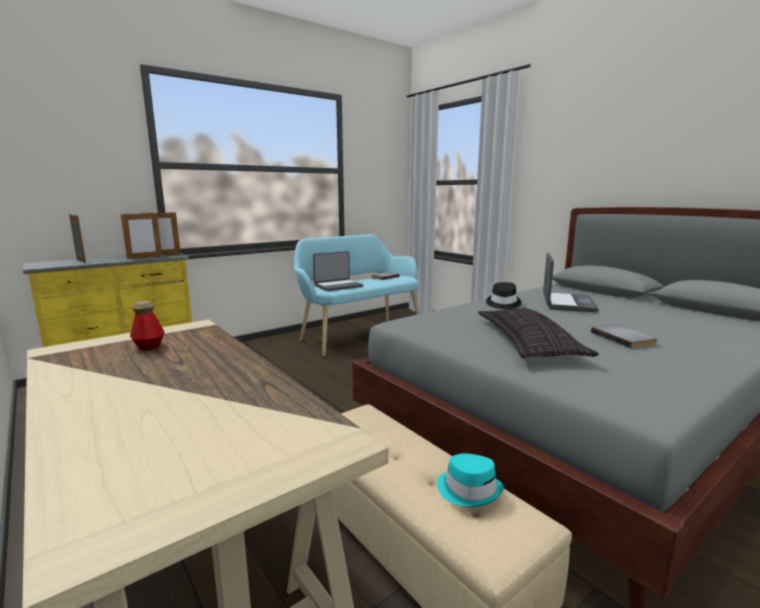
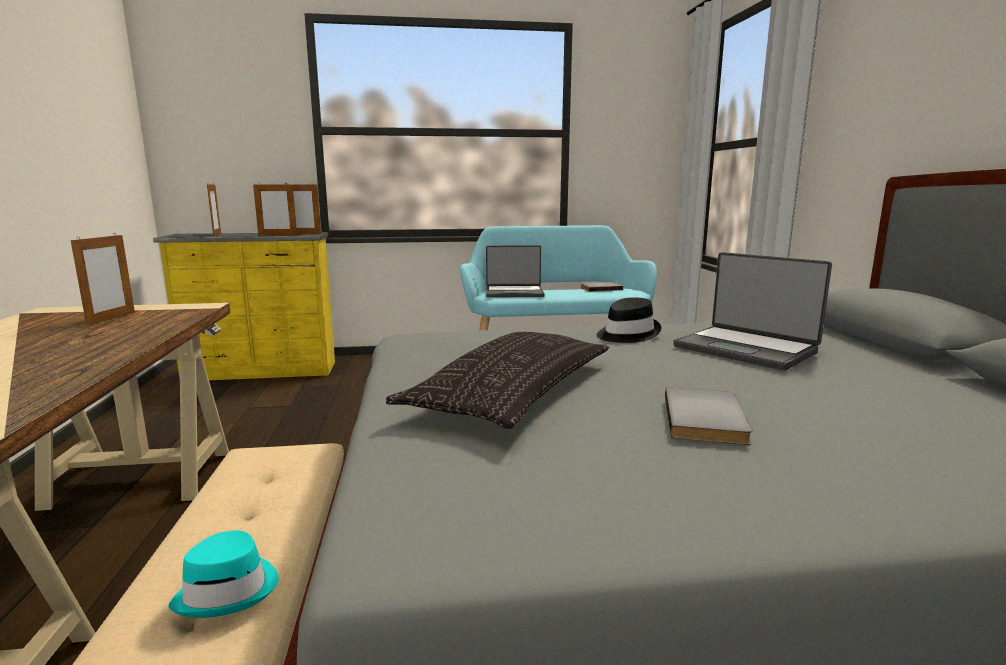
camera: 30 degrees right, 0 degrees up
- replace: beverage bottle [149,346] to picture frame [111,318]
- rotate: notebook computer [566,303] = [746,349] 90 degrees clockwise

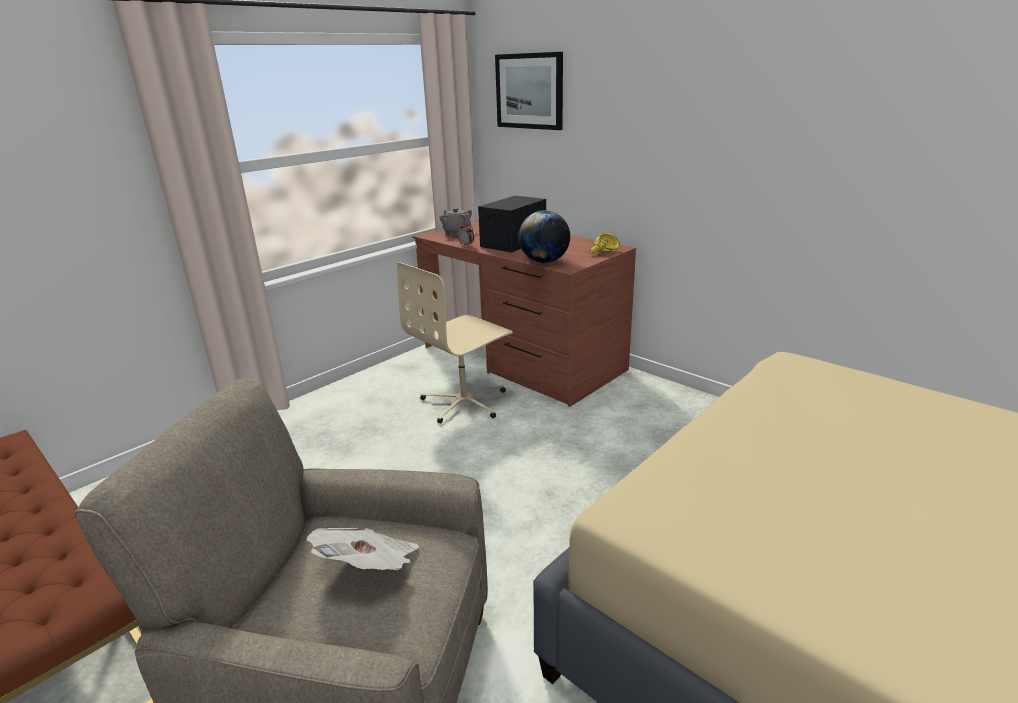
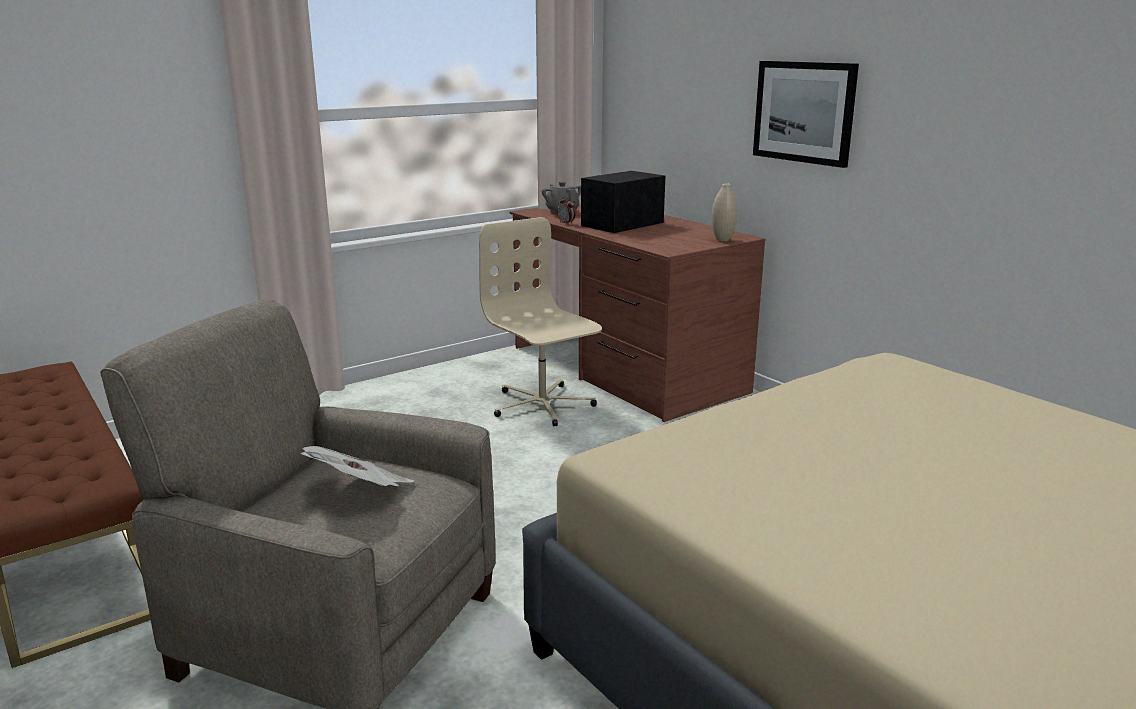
camera: 10 degrees right, 5 degrees down
- rotate: computer chair (beige-coloured) [465,402] = [541,405] 90 degrees clockwise
- move: wall art [529,91] to [804,112]
- delete: world globe [544,262]
- replace: bowl (yellowish) [604,252] to decorative vase (beige-coloured) [722,240]

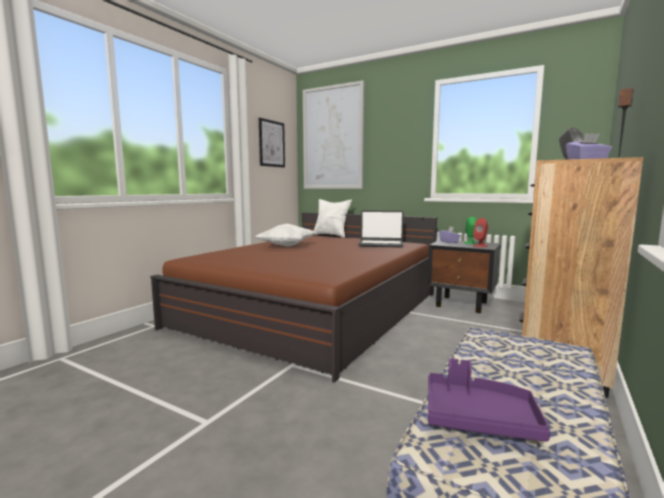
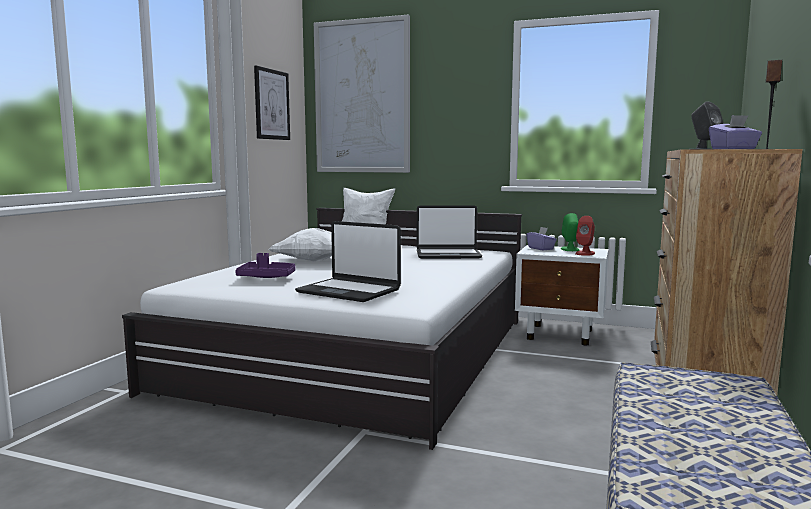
camera: 10 degrees left, 0 degrees up
- recolor: bed (brownish) [315,309] to bed (whitish) [360,352]
- recolor: night table (blackish) [462,304] to night table (whitish) [561,334]
- move: carrying tray (purple-coloured) [478,418] to [267,277]
- insert: notebook computer [349,291]

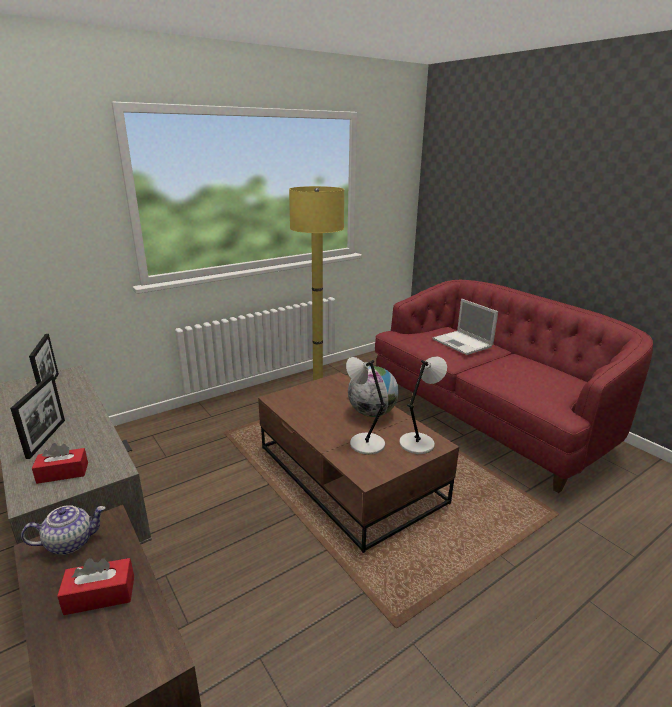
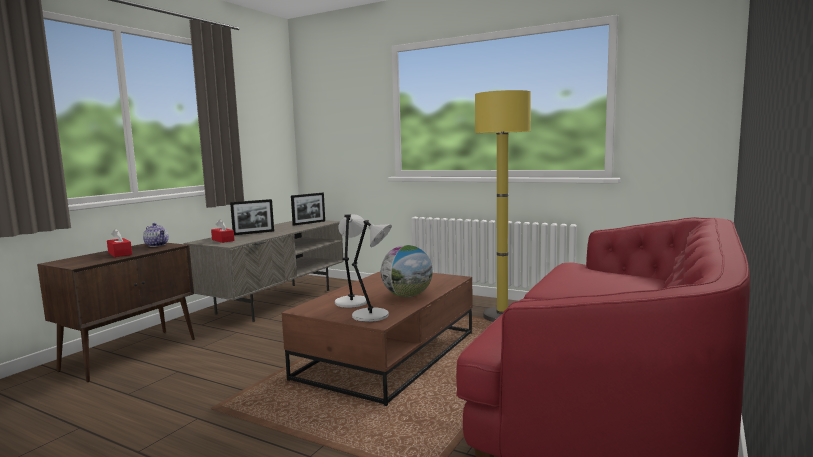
camera: 65 degrees right, 15 degrees down
- delete: notebook computer [463,343]

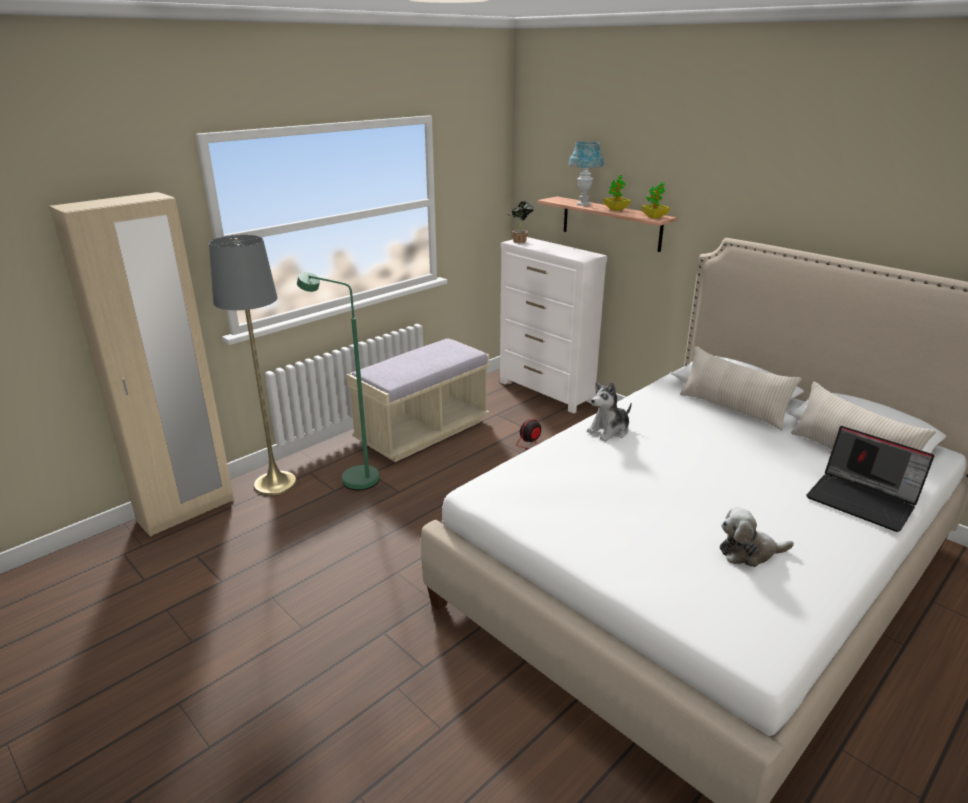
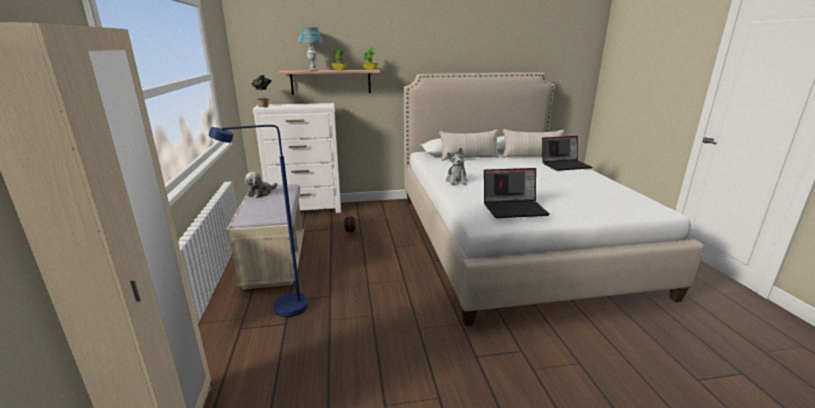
camera: 55 degrees left, 5 degrees down
- delete: standing lamp (gray) [275,483]
- recolor: standing lamp (green) [352,477] to standing lamp (blue-coloured) [281,309]
- move: soft toy [749,552] to [261,193]
- insert: notebook computer [514,208]

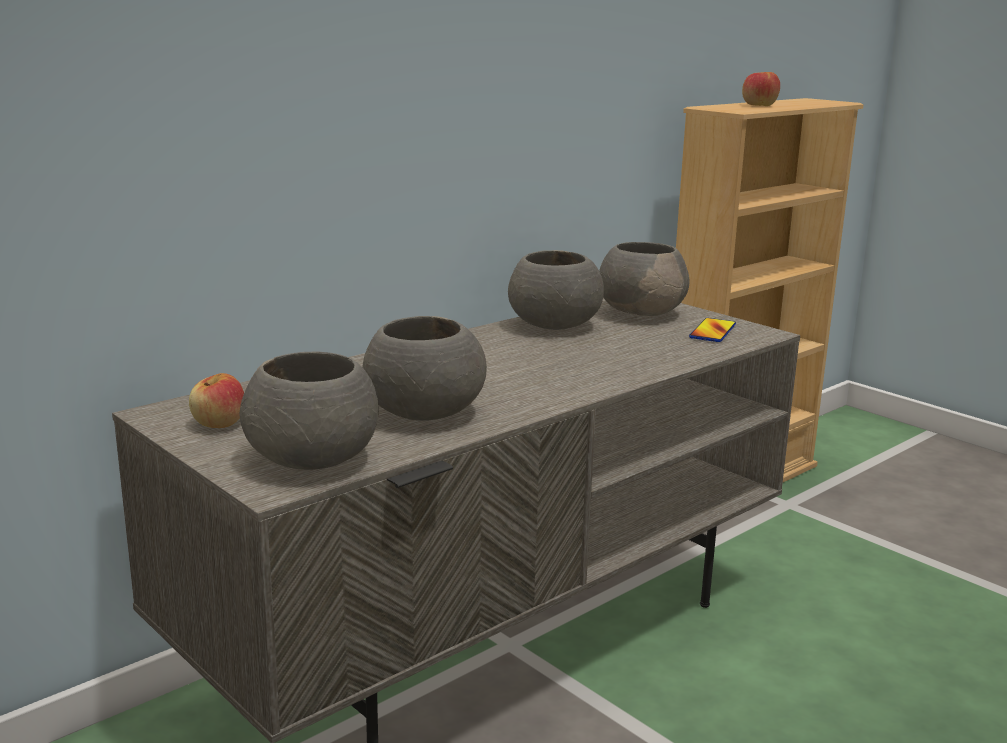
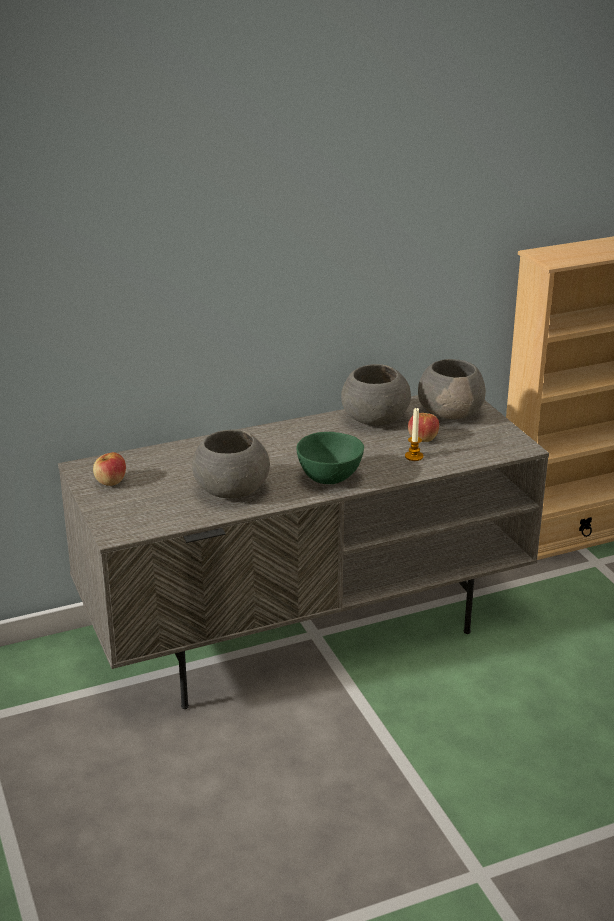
camera: 20 degrees right, 10 degrees up
- delete: bowl (gray) [313,460]
- delete: handset [712,331]
- move: apple fruit [759,105] to [422,438]
- insert: bowl (green) [330,478]
- insert: wax candle [414,456]

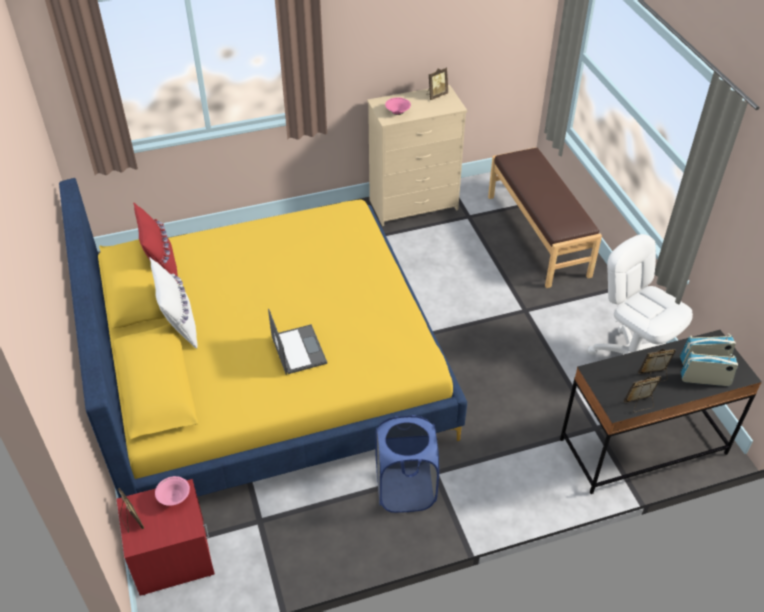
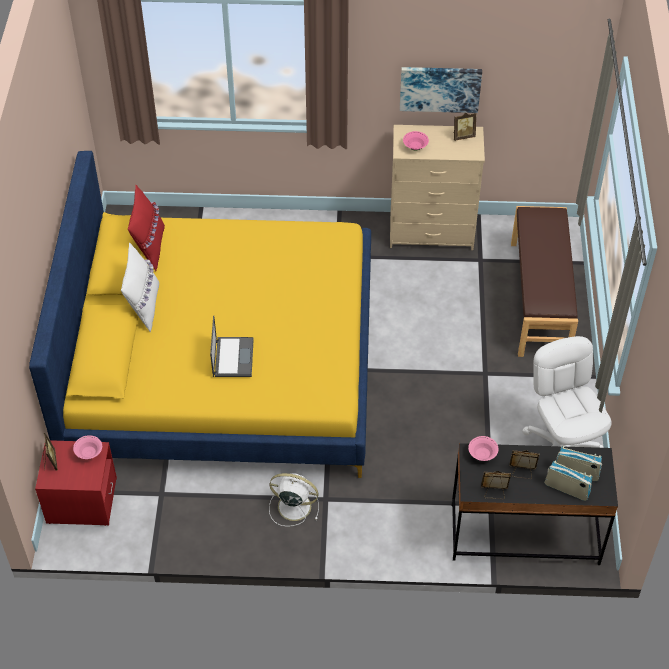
camera: 20 degrees right, 5 degrees up
- replace: washing basket (blue-coloured) [405,490] to fan (whitish) [292,506]
- insert: wall art [440,88]
- insert: bowl (pinkish) [482,454]

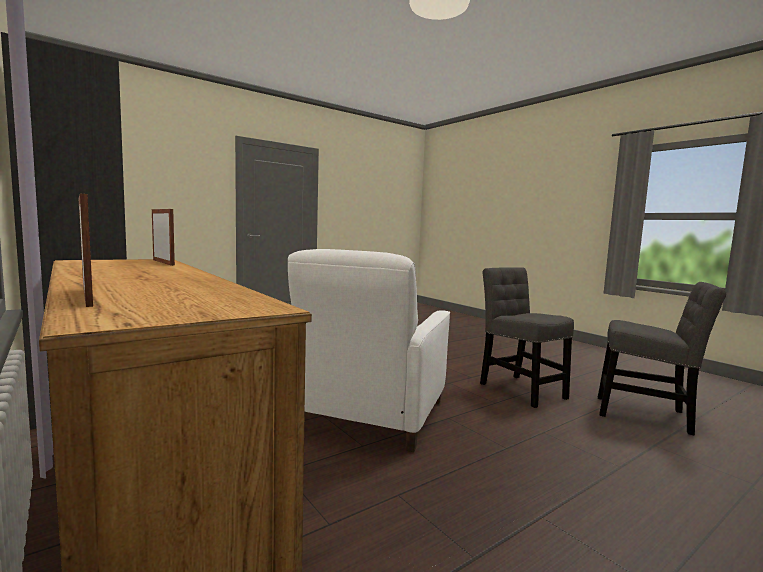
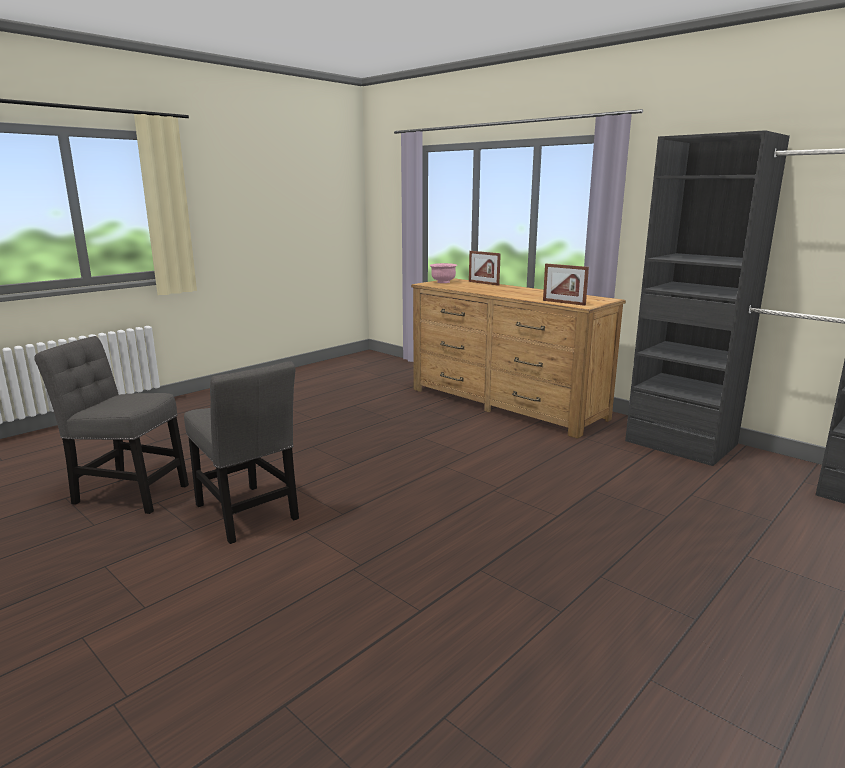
camera: 170 degrees right, 10 degrees up
- delete: lounge chair (whitish) [369,414]
- insert: bowl (pinkish) [443,282]

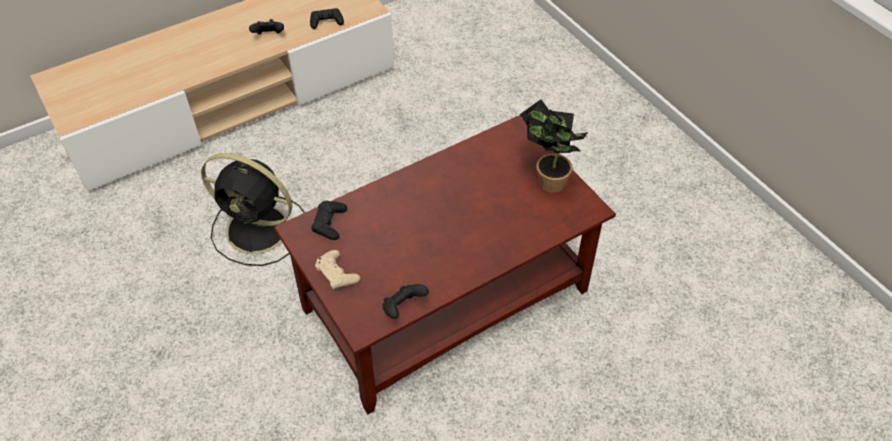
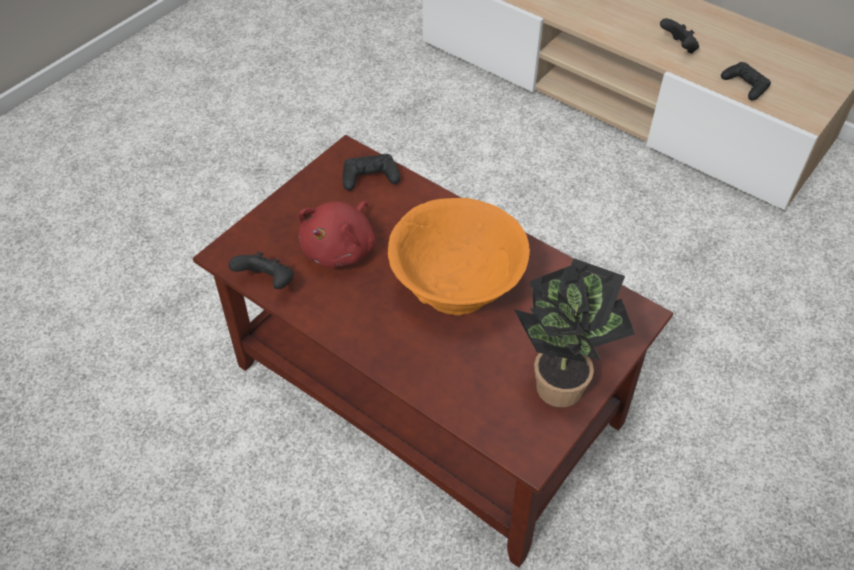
camera: 70 degrees right, 0 degrees up
- delete: fan (blackish) [260,230]
- delete: game controller (beige-coloured) [337,274]
- insert: soft toy (red-coloured) [341,248]
- insert: bowl (orange) [456,287]

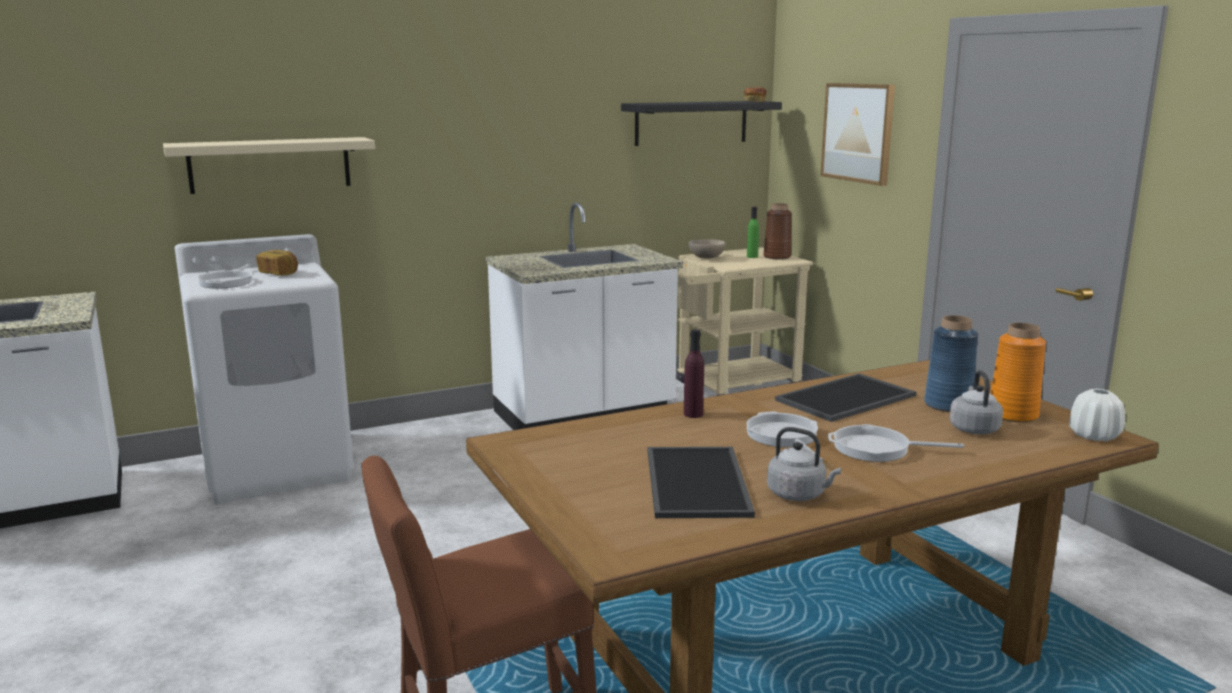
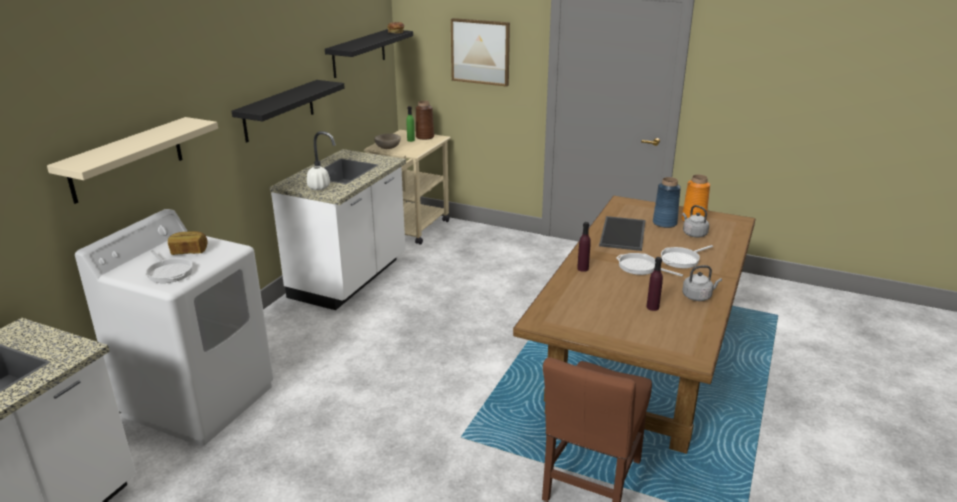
camera: 40 degrees left, 10 degrees up
- replace: carrying tray [694,481] to beverage bottle (purple-coloured) [652,307]
- move: decorative vase (whitish) [1094,436] to [319,188]
- insert: wall shelf (blackish) [279,110]

